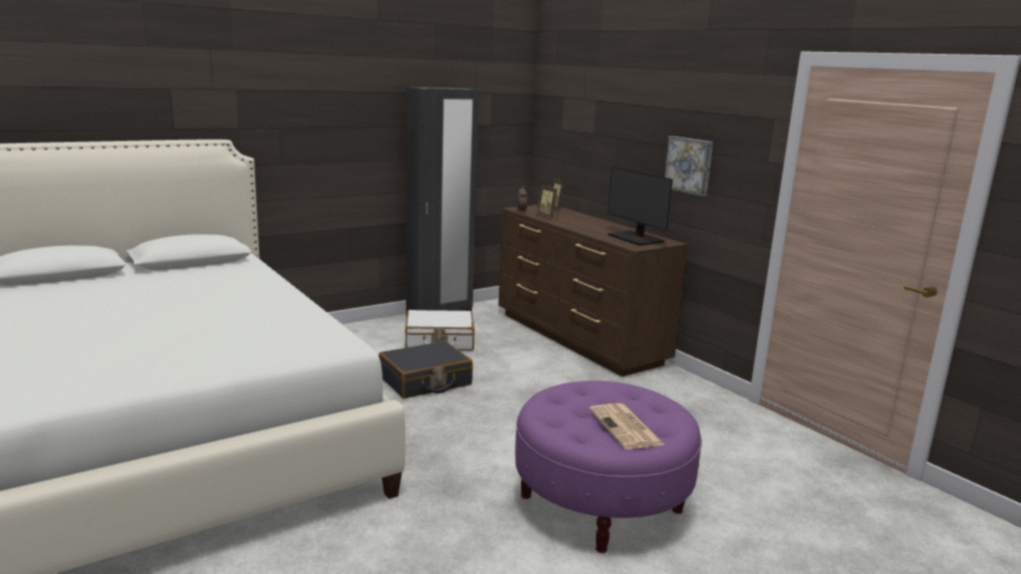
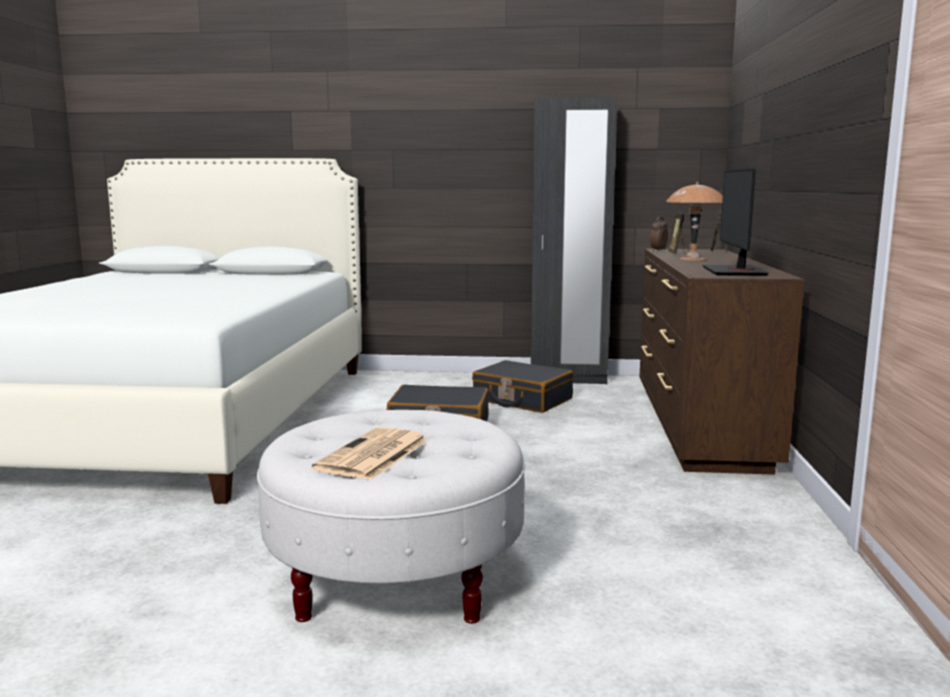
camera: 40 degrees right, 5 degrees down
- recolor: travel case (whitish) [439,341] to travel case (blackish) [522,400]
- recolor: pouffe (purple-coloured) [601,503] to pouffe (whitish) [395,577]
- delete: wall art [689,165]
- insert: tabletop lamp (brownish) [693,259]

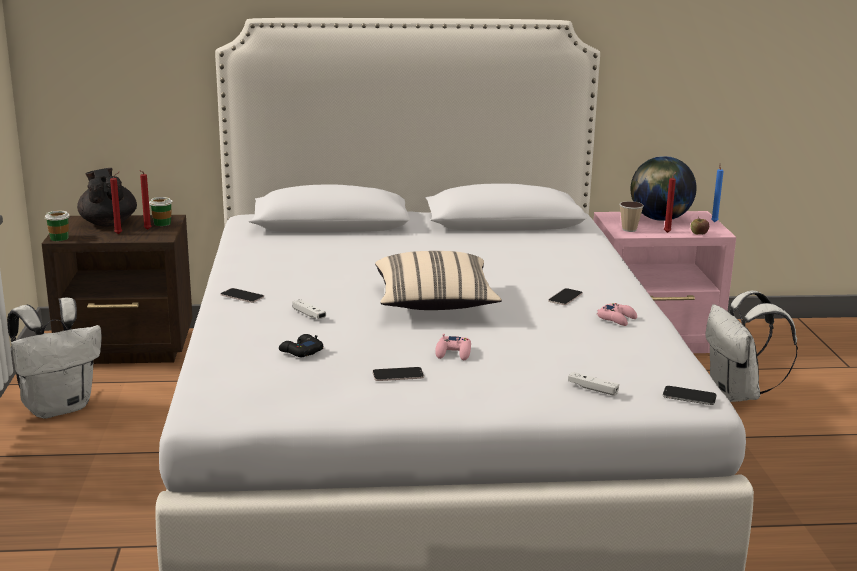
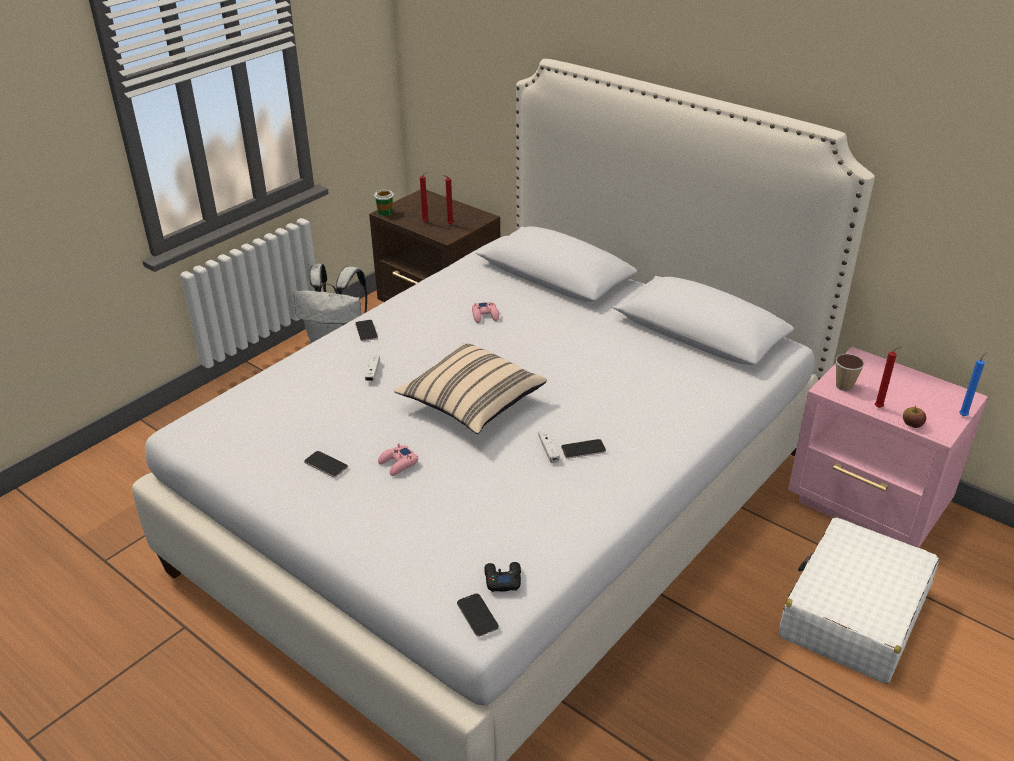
camera: 45 degrees right, 15 degrees up
- delete: pot for tea (blackish) [108,223]
- delete: cup [162,223]
- move: game controller (blackish) [301,351] to [502,579]
- move: game controller (whitish) [592,389] to [548,450]
- move: game controller (pinkish) [617,319] to [485,315]
- delete: world globe [659,219]
- replace: rucksack (whitish) [737,395] to travel case (whitish) [853,614]

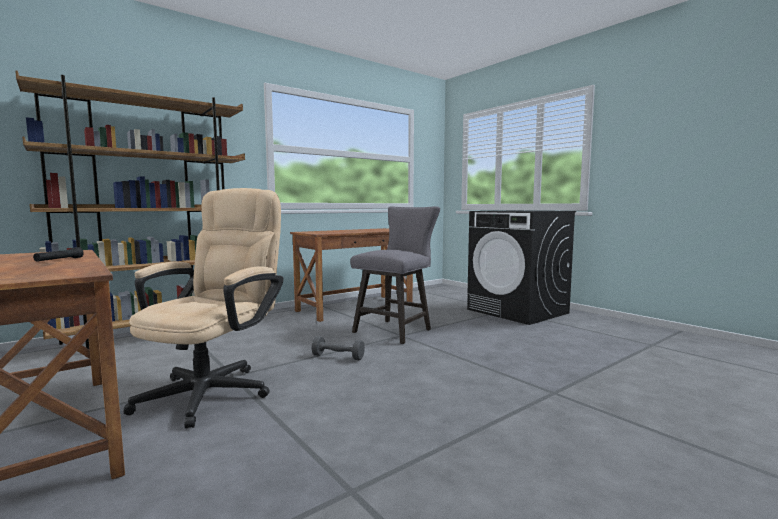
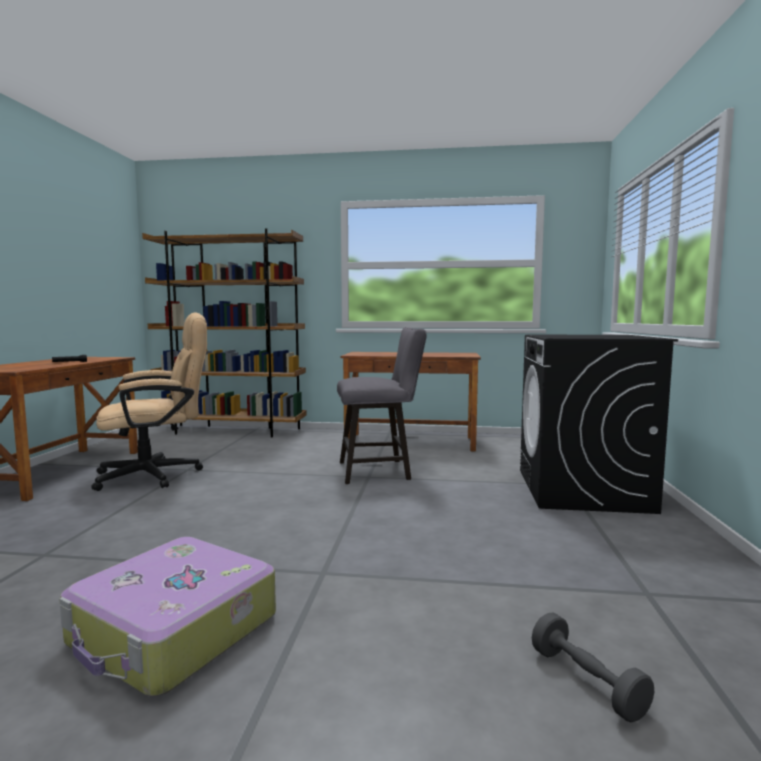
camera: 45 degrees right, 0 degrees up
- move: hand weight (gray) [338,357] to [587,682]
- insert: travel case [174,631]

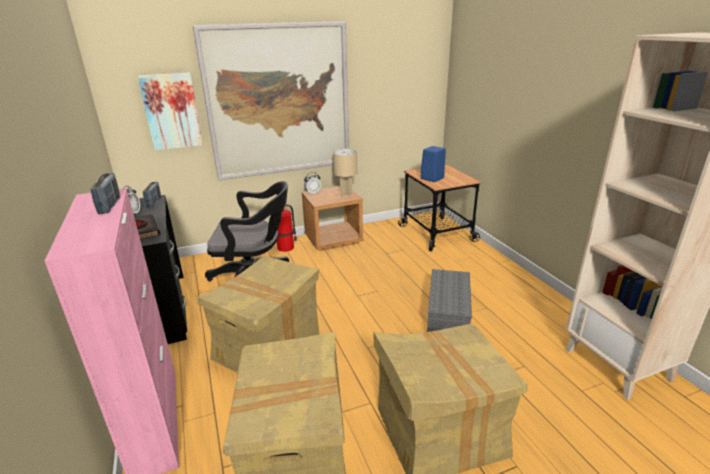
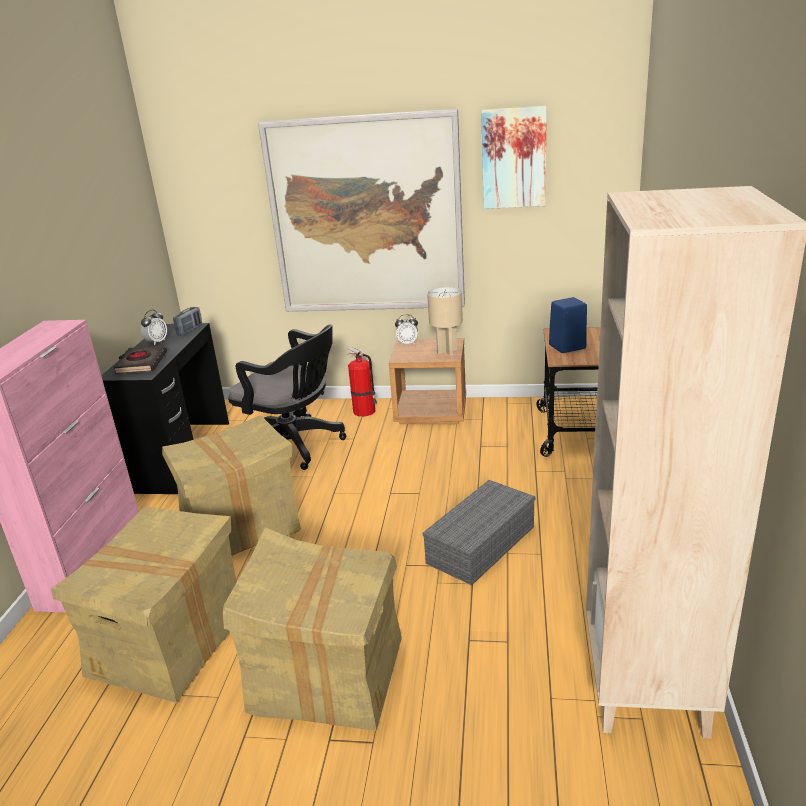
camera: 30 degrees right, 0 degrees up
- delete: radio set [110,206]
- move: wall art [171,111] to [513,158]

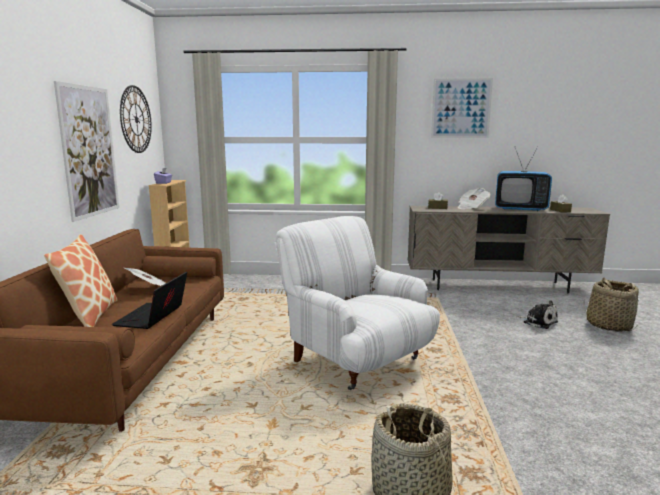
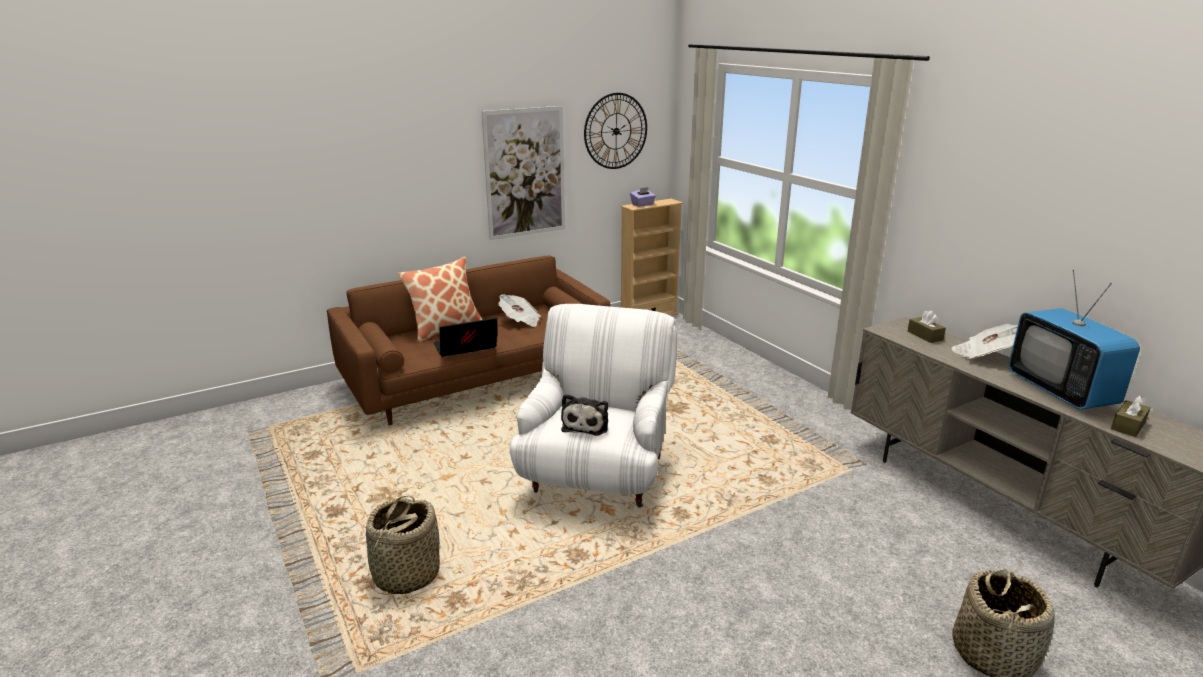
camera: 55 degrees right, 10 degrees up
- delete: wall art [461,108]
- move: soft toy [538,322] to [586,424]

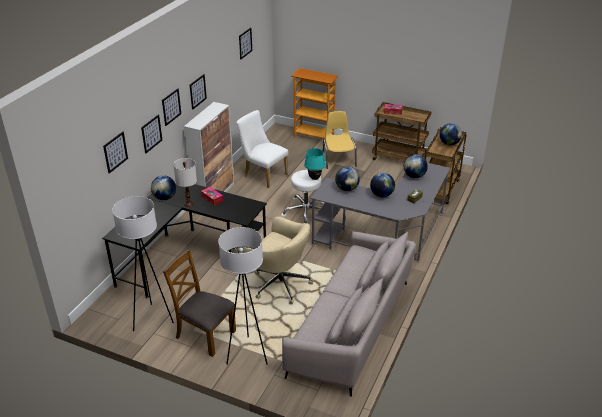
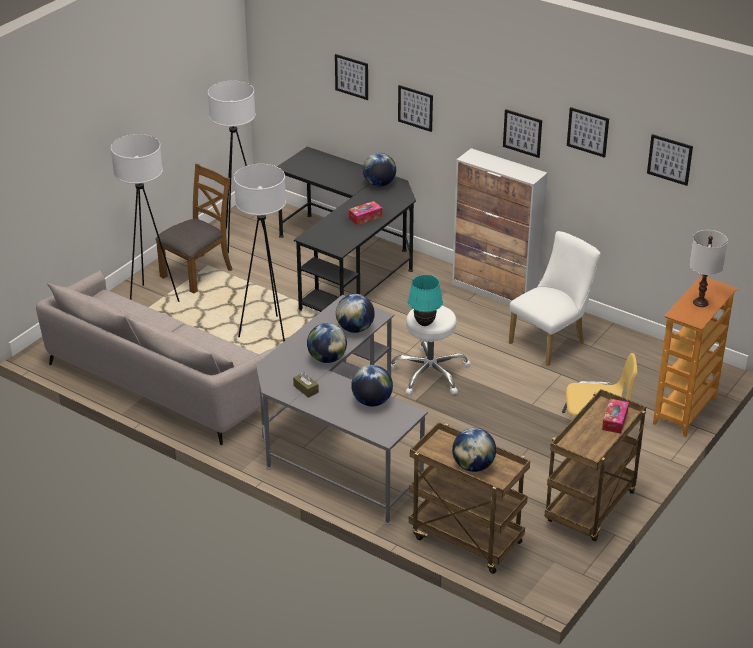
camera: 100 degrees right, 0 degrees up
- move: wall art [171,107] to [588,132]
- move: tabletop lamp (whitish) [189,204] to [700,303]
- replace: computer chair (beige-coloured) [279,283] to standing lamp (whitish) [267,333]

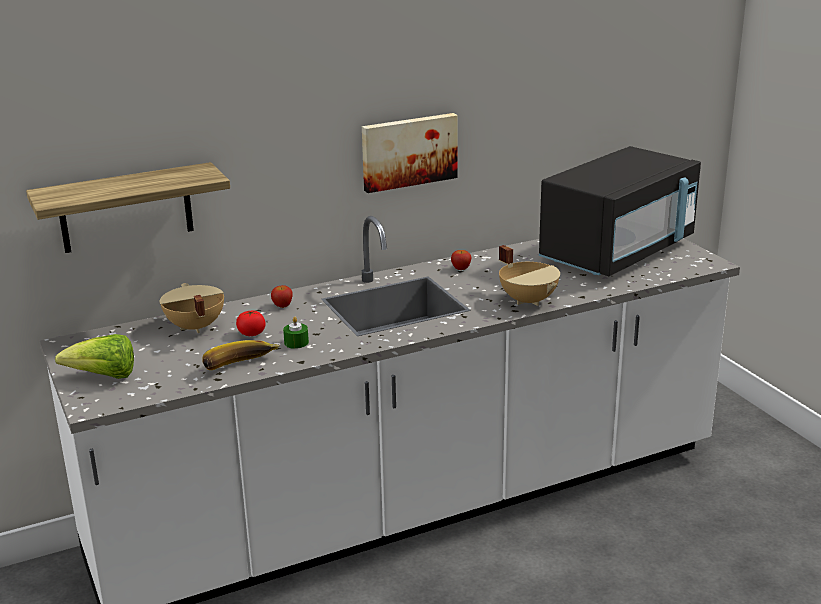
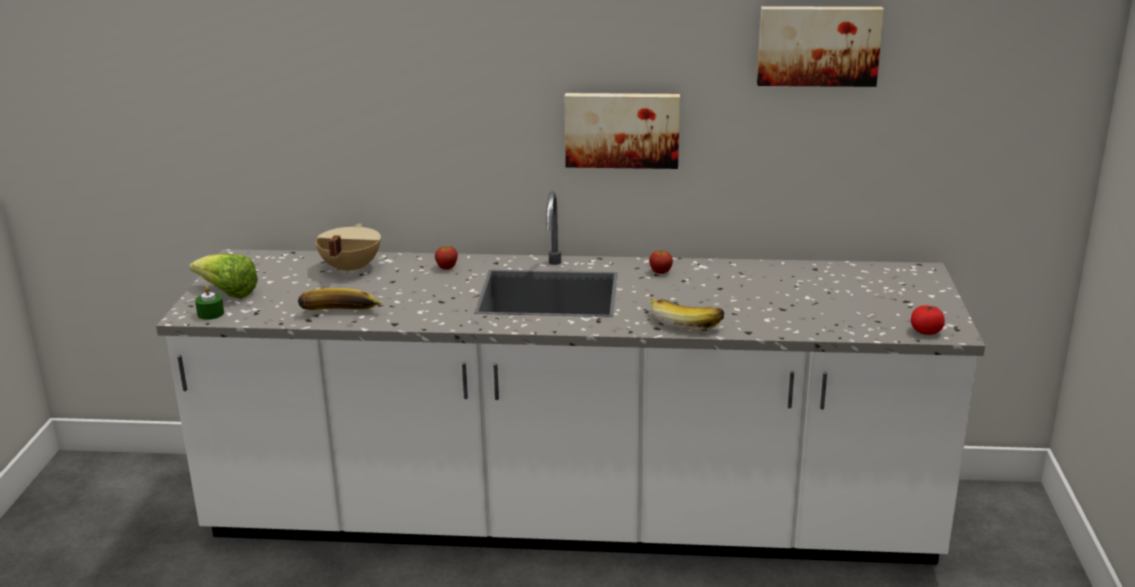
camera: 30 degrees right, 0 degrees up
- delete: wall shelf [126,208]
- move: whole tomato [251,333] to [926,331]
- move: wax candle (green) [296,342] to [210,314]
- replace: stockpot (beige-coloured) [529,300] to banana fruit [685,321]
- delete: microwave (blackish) [618,252]
- insert: wall art [818,45]

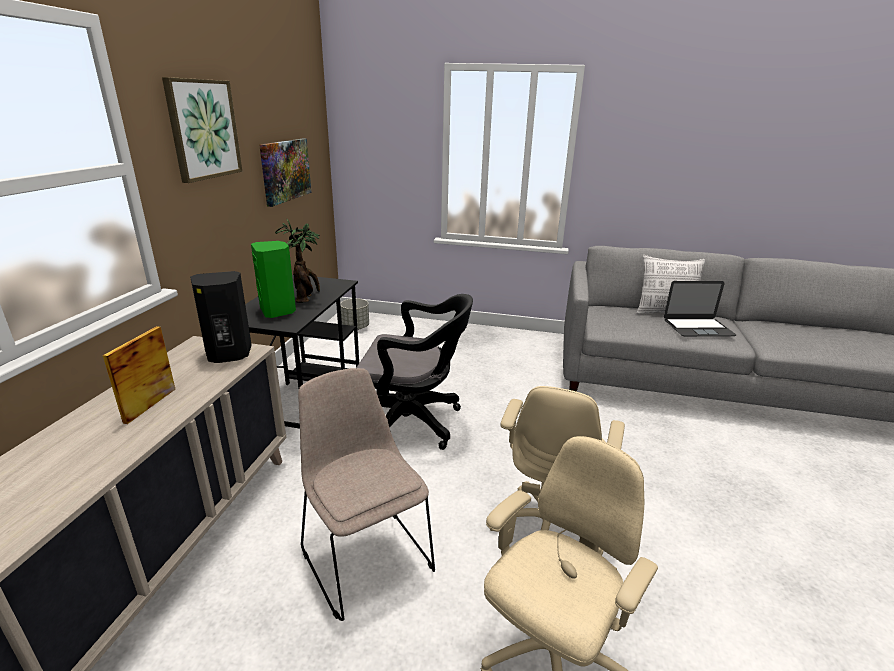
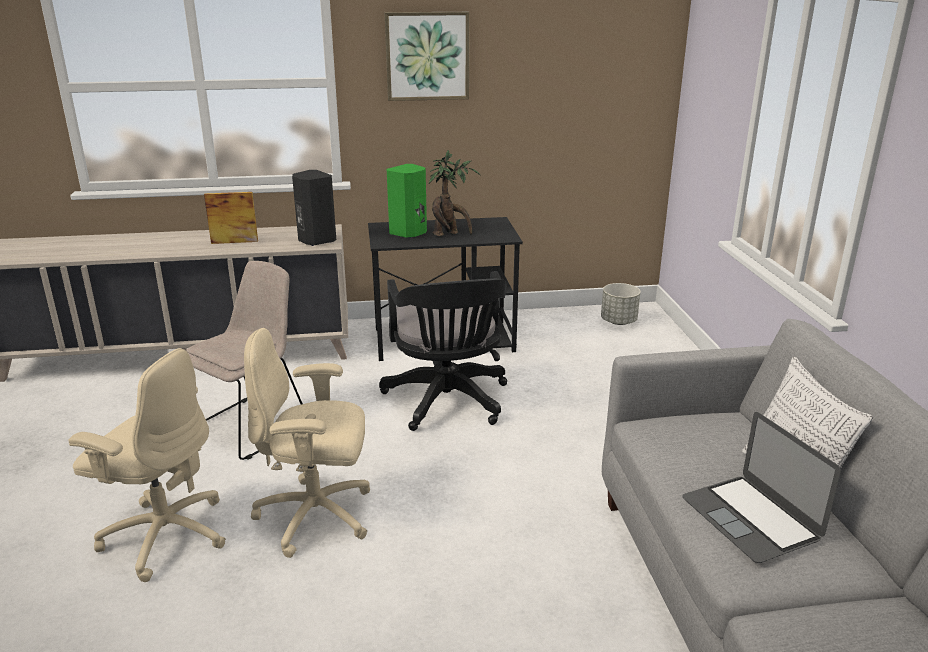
camera: 70 degrees right, 0 degrees up
- delete: wall art [285,170]

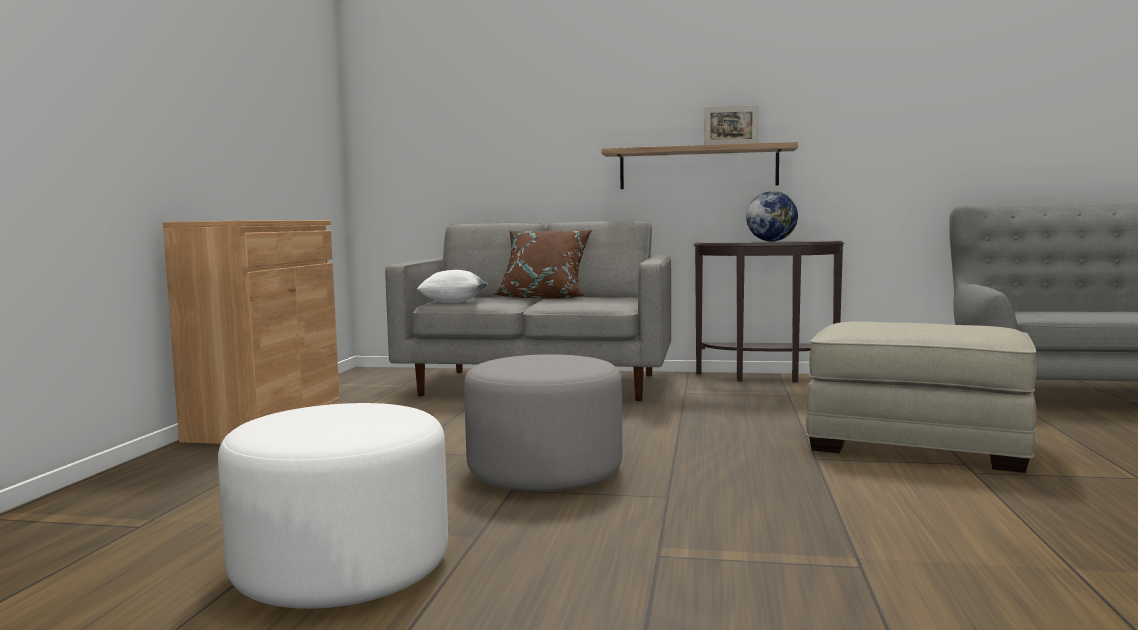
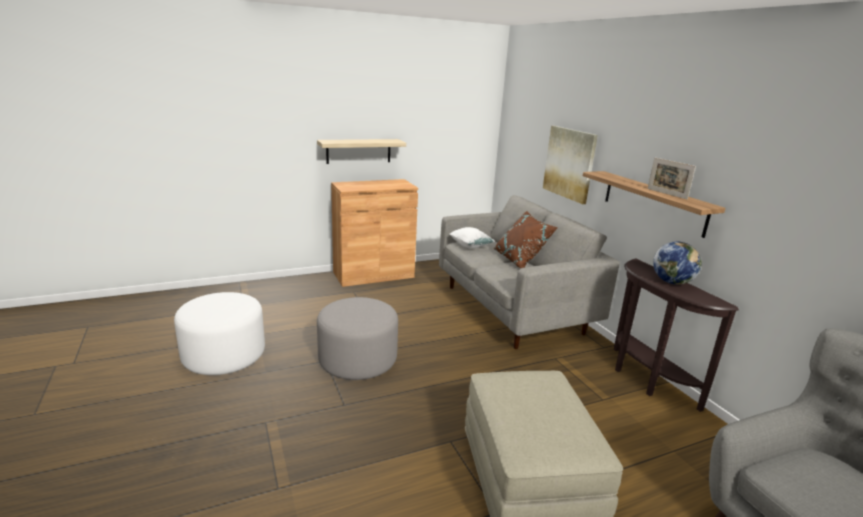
camera: 55 degrees right, 15 degrees up
- insert: wall shelf [358,151]
- insert: wall art [569,163]

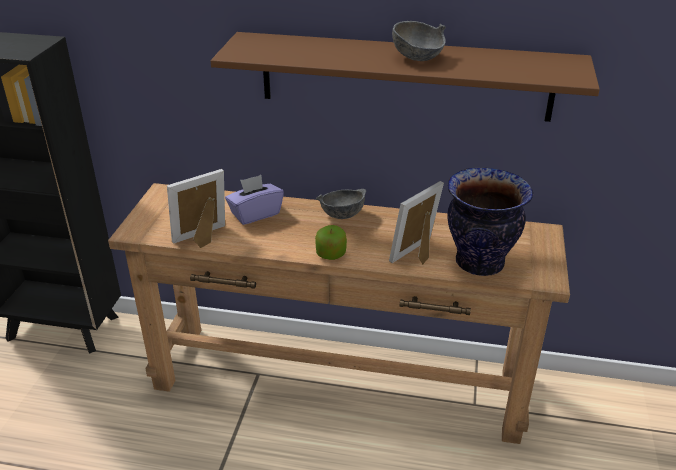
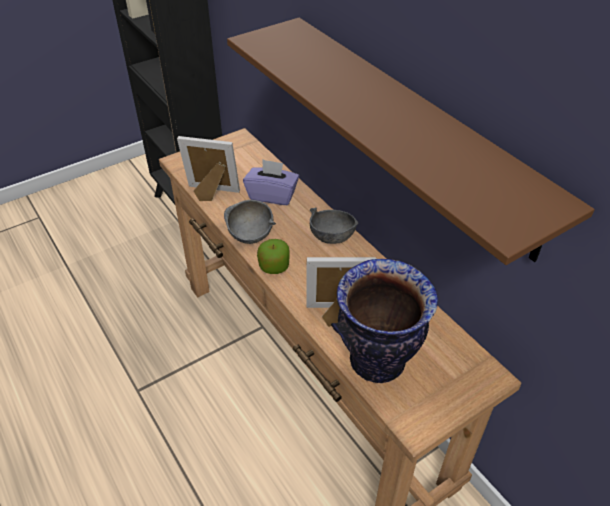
camera: 45 degrees right, 10 degrees up
- move: bowl (gray) [417,58] to [251,235]

